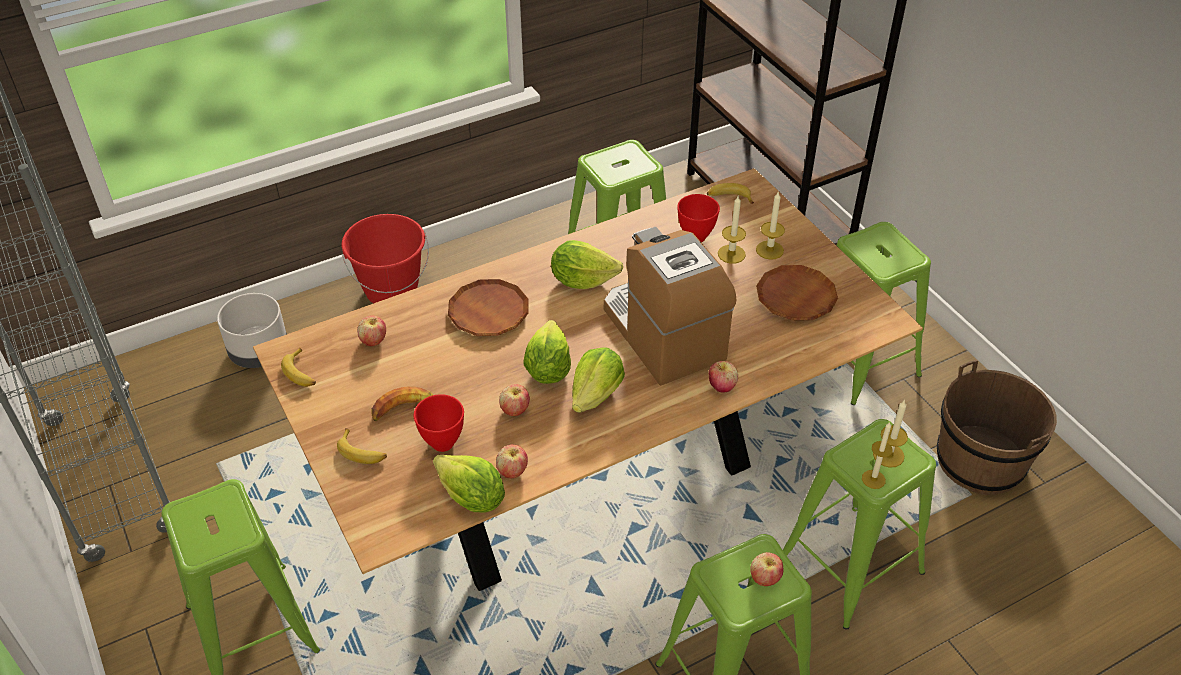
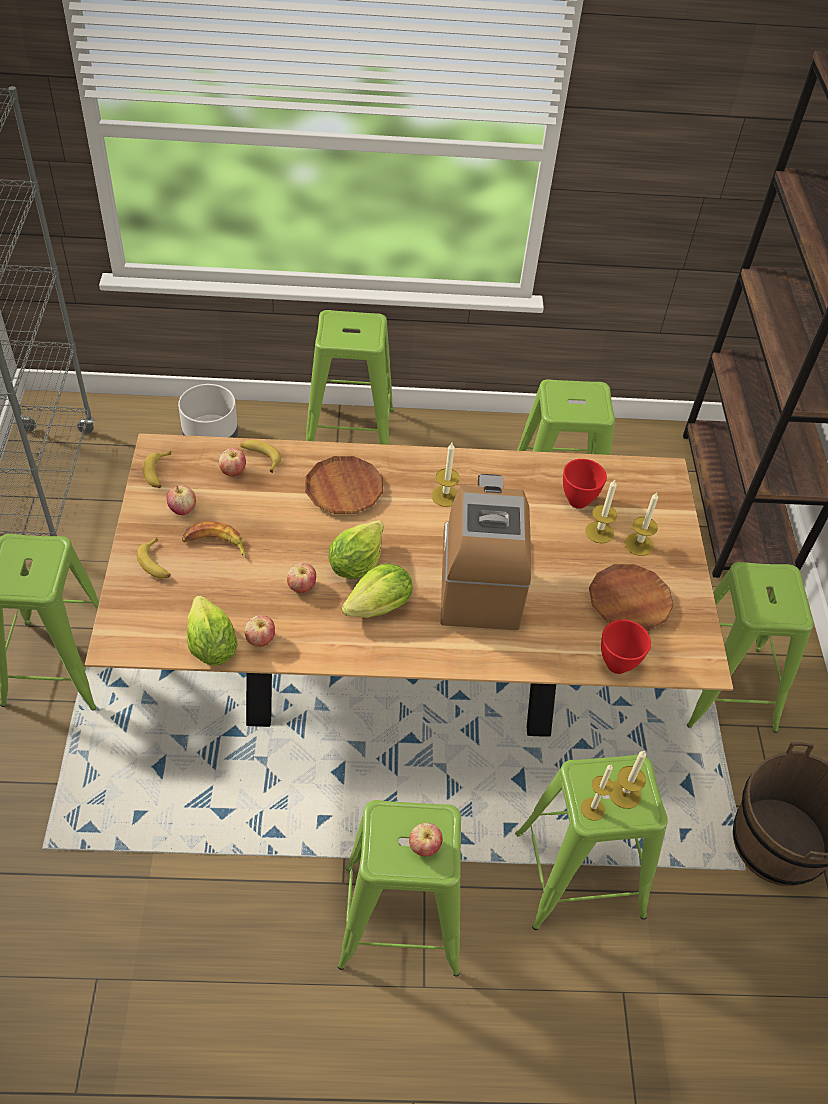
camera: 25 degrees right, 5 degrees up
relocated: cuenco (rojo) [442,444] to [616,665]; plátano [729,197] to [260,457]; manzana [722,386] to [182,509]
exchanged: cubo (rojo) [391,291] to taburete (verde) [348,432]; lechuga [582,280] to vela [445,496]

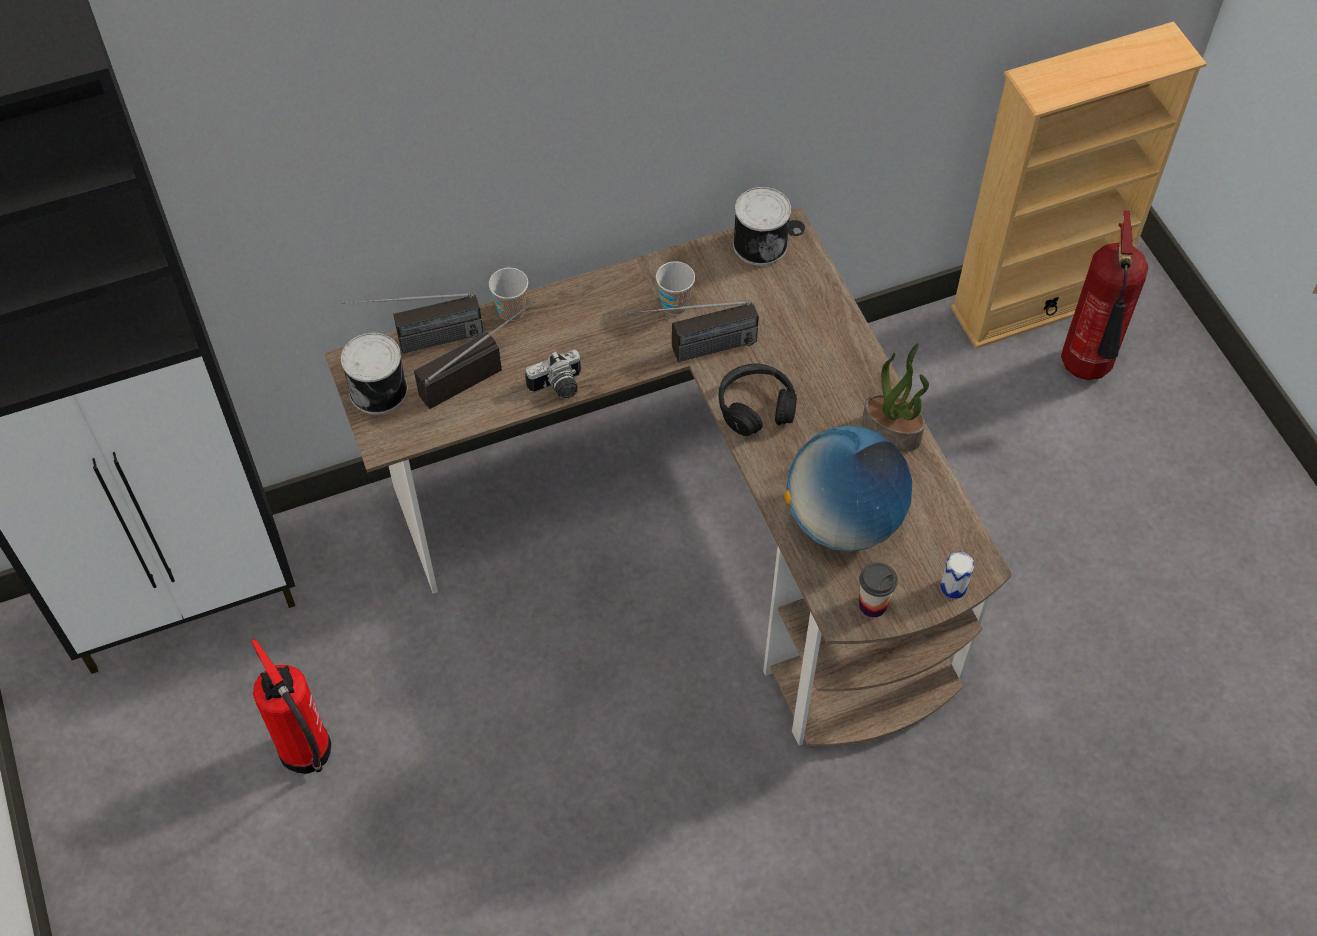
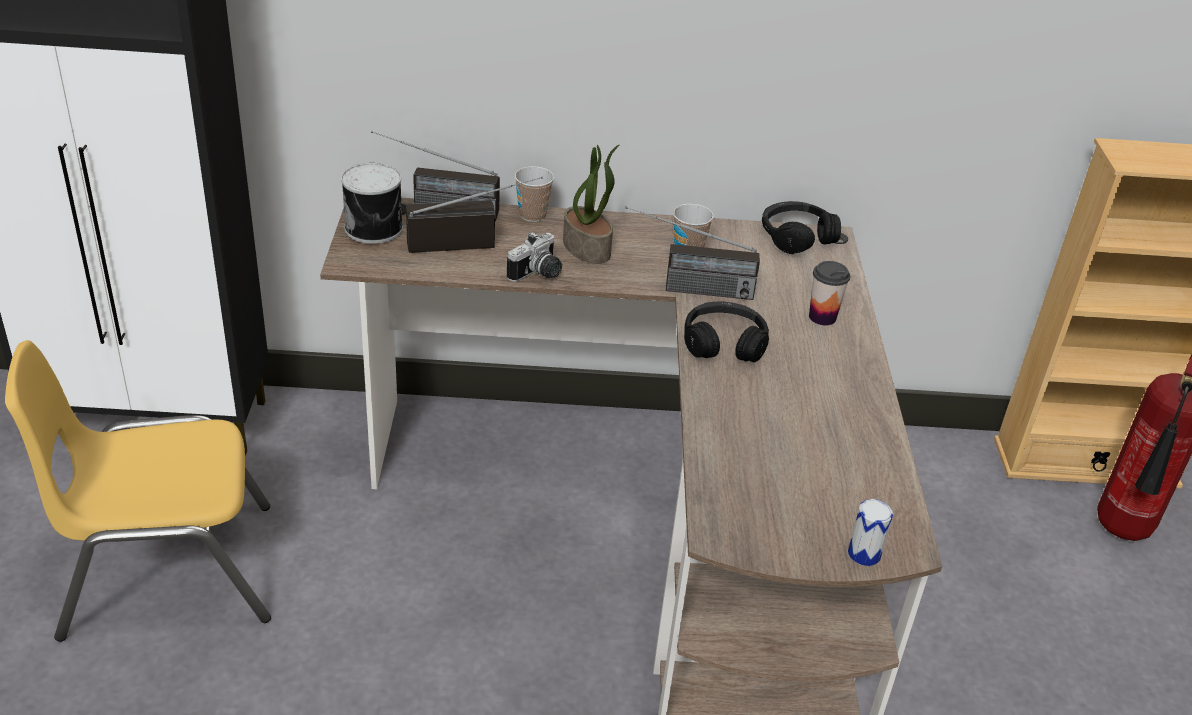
camera: 20 degrees right, 20 degrees down
missing: globo terráqueo [843,521]
relocated: taza [873,605] to [822,317]; planta en maceta [892,431] to [588,248]
exchanged: extintor [307,754] to silla (amarillo) [167,571]; lata [760,243] to auriculares (negro) [796,237]
spun: cámara [558,388] = [538,274] 45 degrees counterclockwise

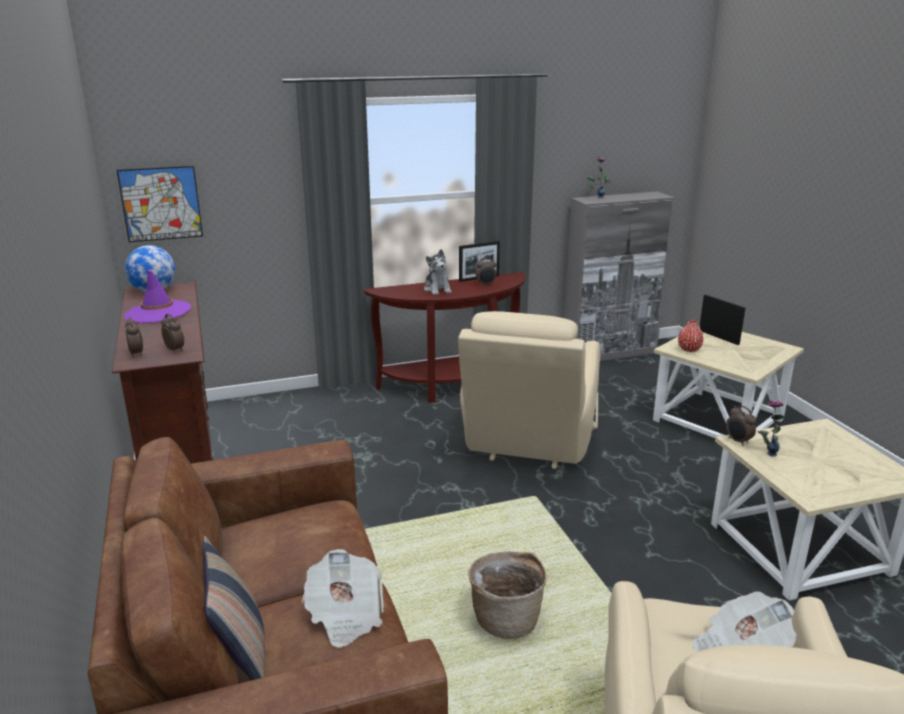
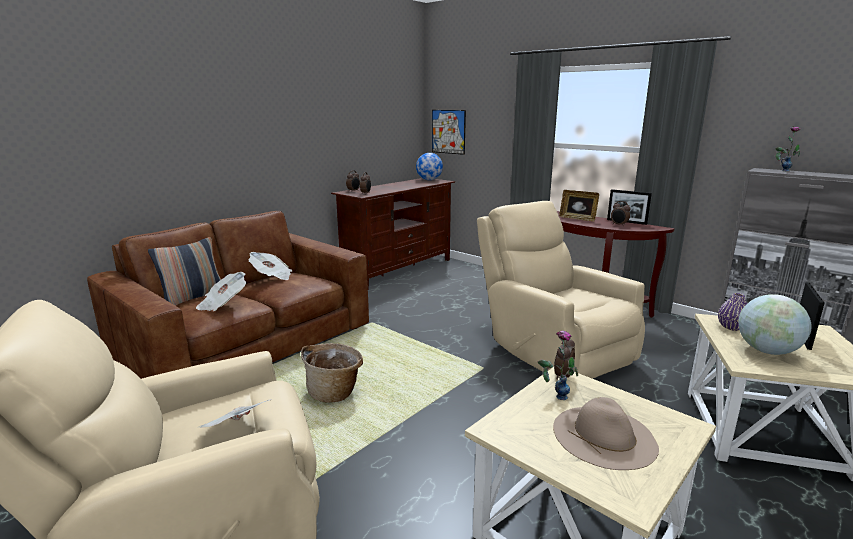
camera: 60 degrees right, 5 degrees down
missing: sombrero (morado) [158,312]
appeared: periódico [272,276]; sombrero (beis) [604,436]; globo terráqueo [767,351]
exchanged: peluche [437,289] to portarretratos [577,218]
colour: florero (rojo) [689,349] to florero (morado) [731,327]
spun: sillón (beis) [529,443] = [552,349] 75 degrees clockwise

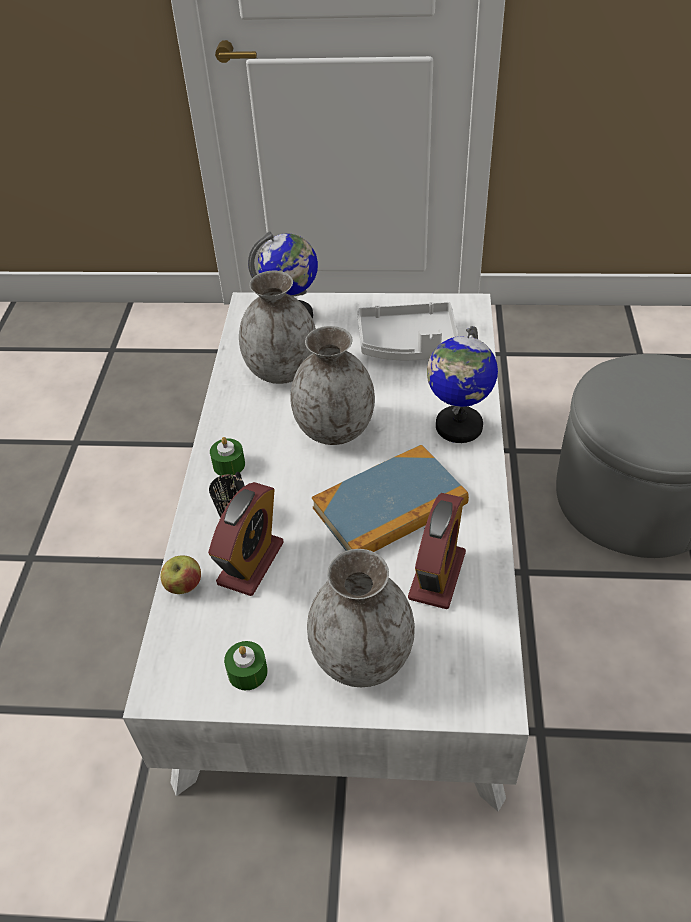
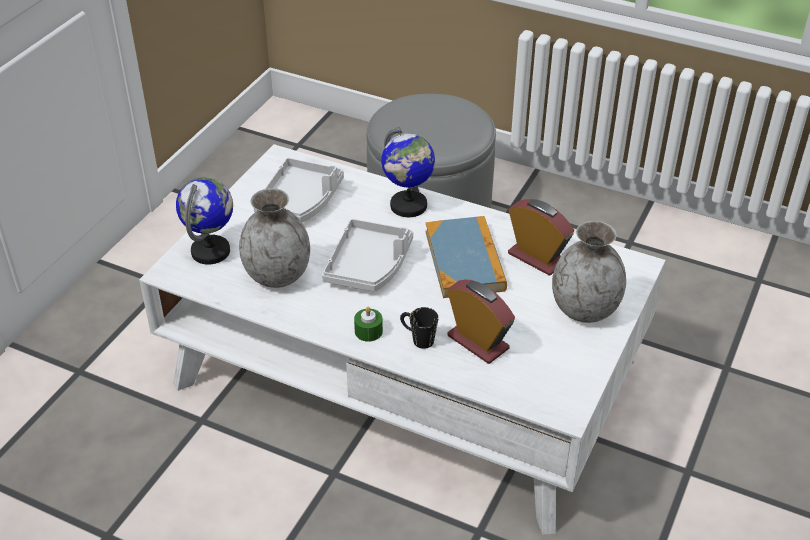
camera: 70 degrees left, 5 degrees down
missing: manzana [184,586]; vela (verde) [247,672]
exchanged: florero (gris) [334,430] to bandeja (gris) [369,266]

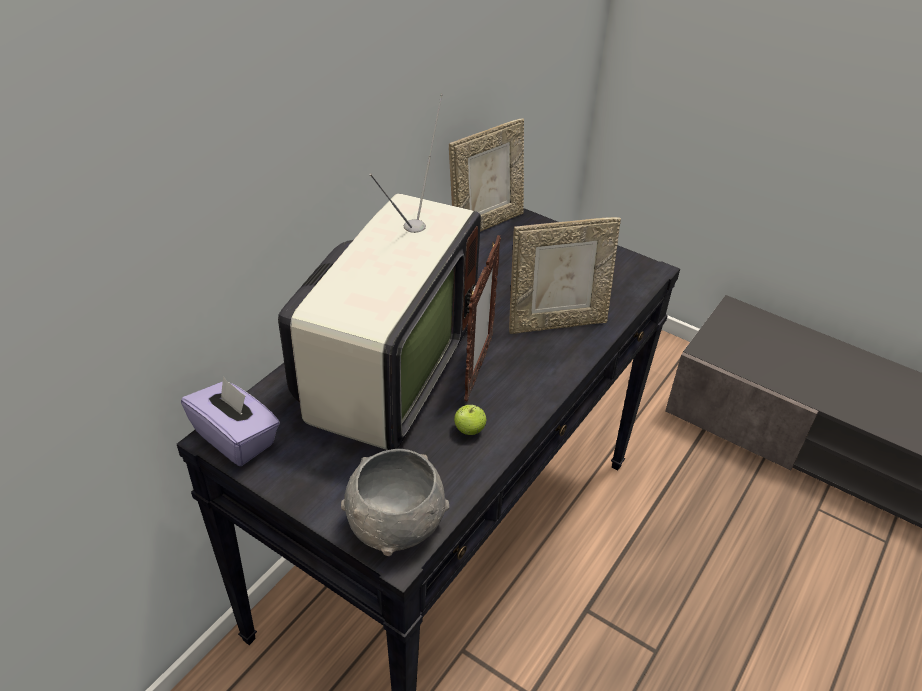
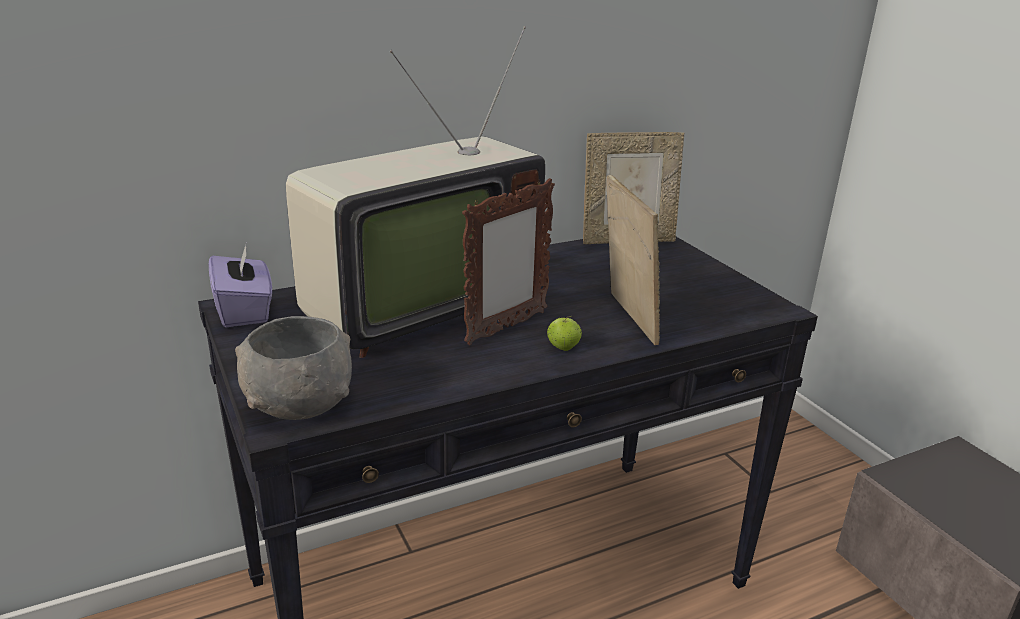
camera: 30 degrees right, 15 degrees down
relocated: manzana [469,430] to [563,348]
spun: portarretratos [556,322] = [626,318] 120 degrees counterclockwise

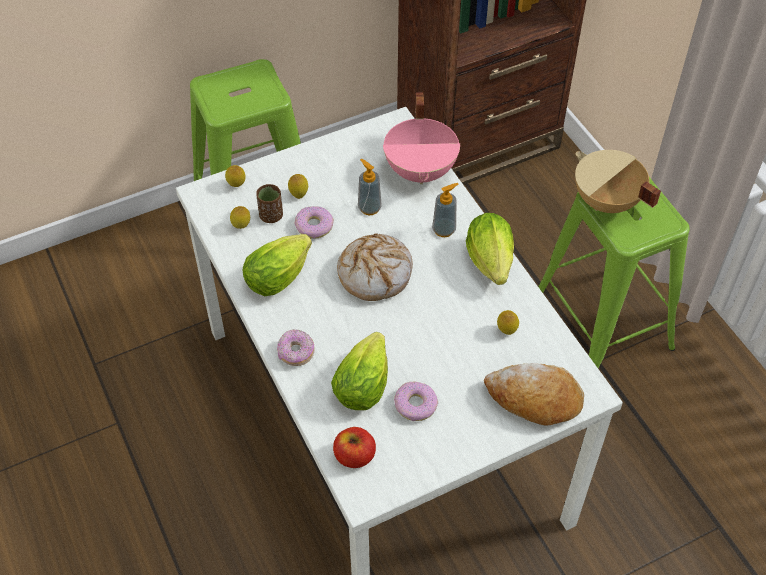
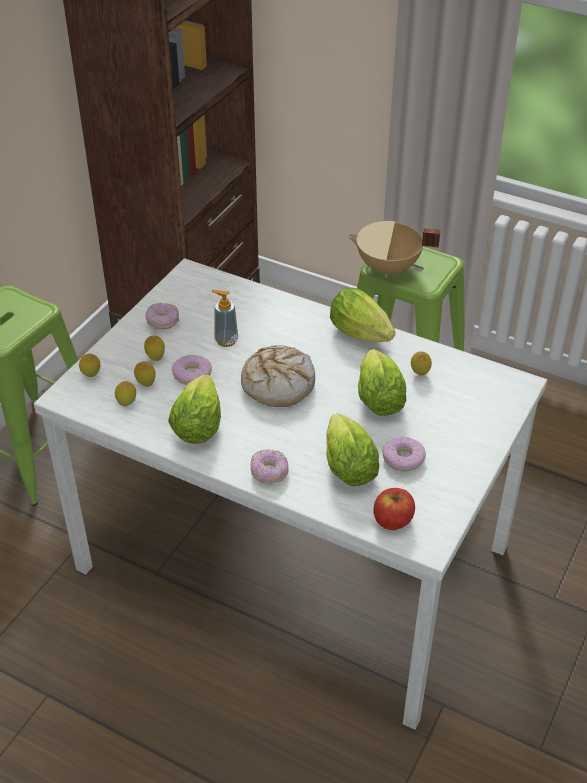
camera: 35 degrees left, 10 degrees down
missing: olla (rosa) [421,170]; dispensador de jabón [444,229]; pan [533,399]
appeared: rosquilla [163,322]; lechuga [378,396]
exchanged: taza (marrón) [271,216] to limón [146,384]

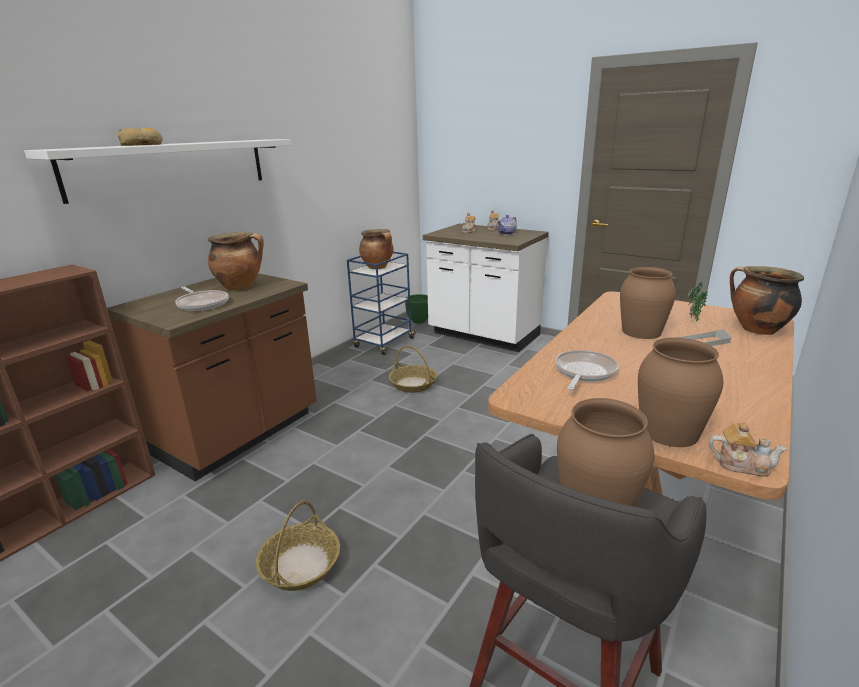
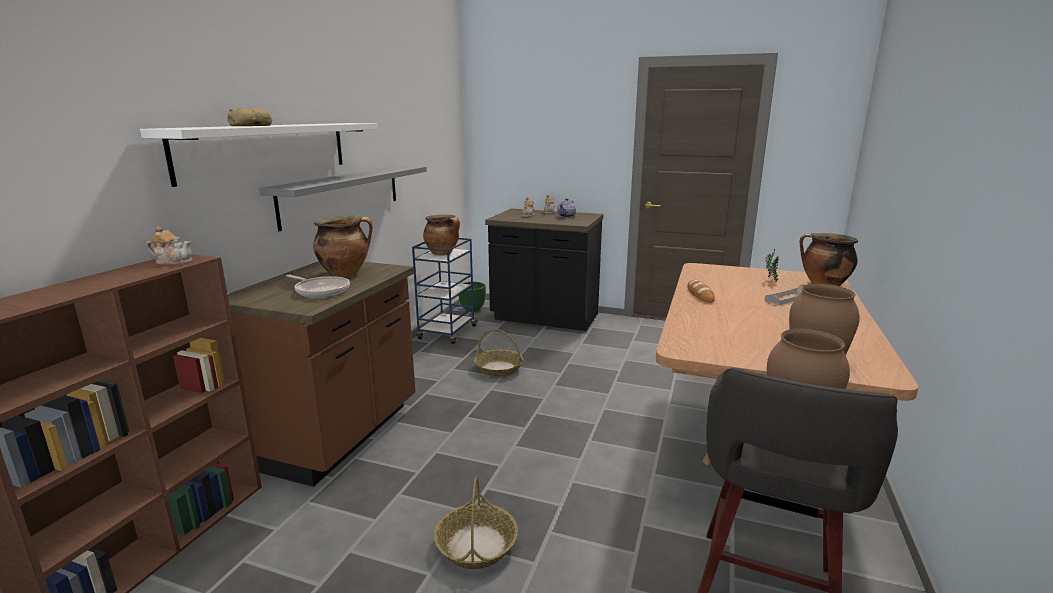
camera: 15 degrees left, 5 degrees down
missing: sartén [583,372]; florero (marrón) [641,332]
appeared: estante (gris) [343,194]; pan [700,294]
relocated: tetera [741,465] to [173,261]
colour: mueble bajo de cocina (blanco) [483,336] to mueble bajo de cocina (negro) [544,318]

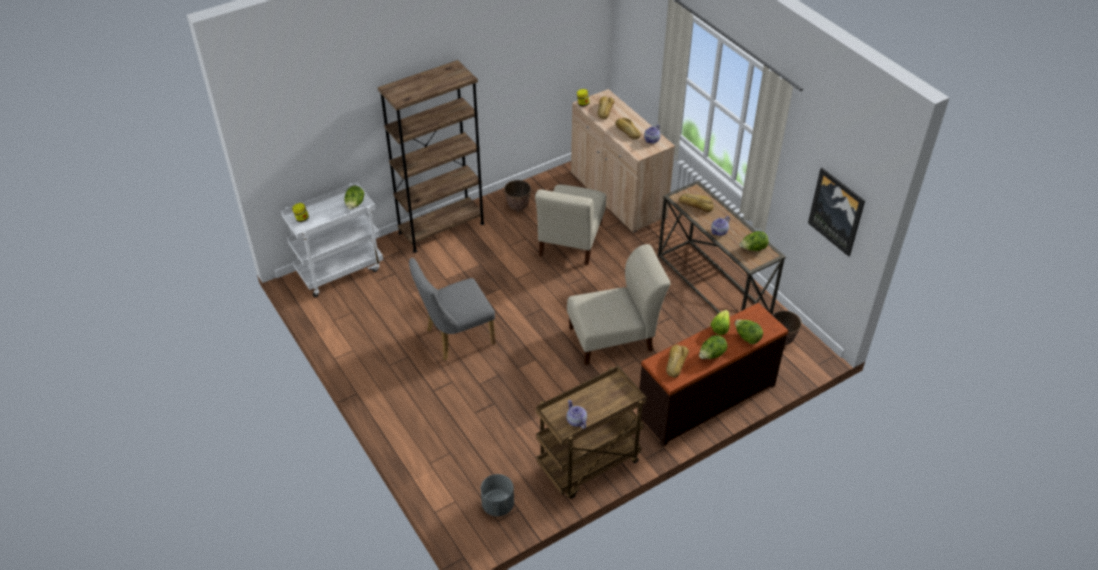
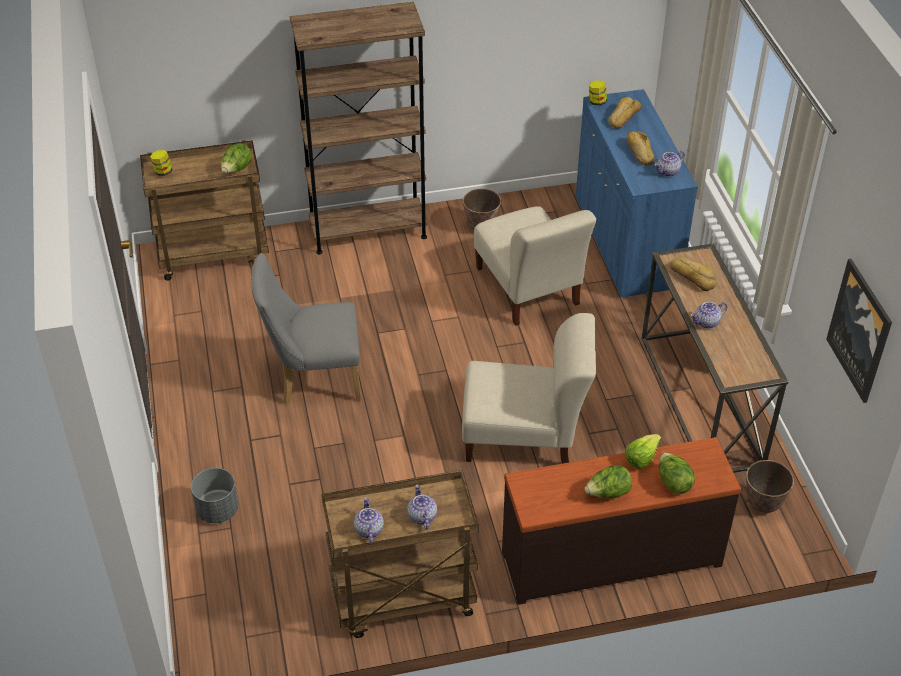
camera: 20 degrees right, 0 degrees up
missing: pan [675,363]; lechuga [753,249]
appeared: tetera [421,516]
relocated: maceta (gris) [497,505] to [217,510]
colour: carrito (blanco) [340,270] to carrito (marrón) [214,254]; armario (beis) [617,195] to armario (azul) [625,243]
spun: silla (beis) [570,242] = [528,290] 60 degrees counterclockwise

